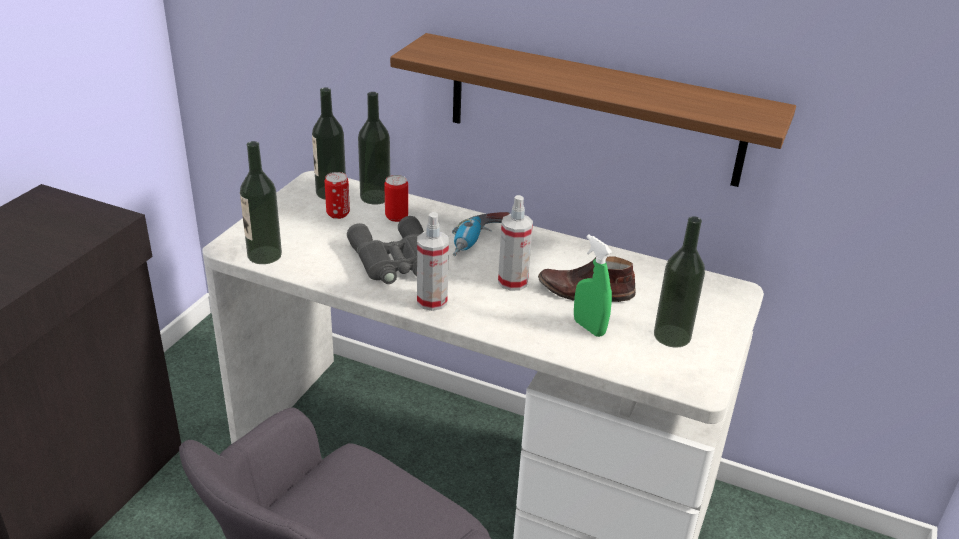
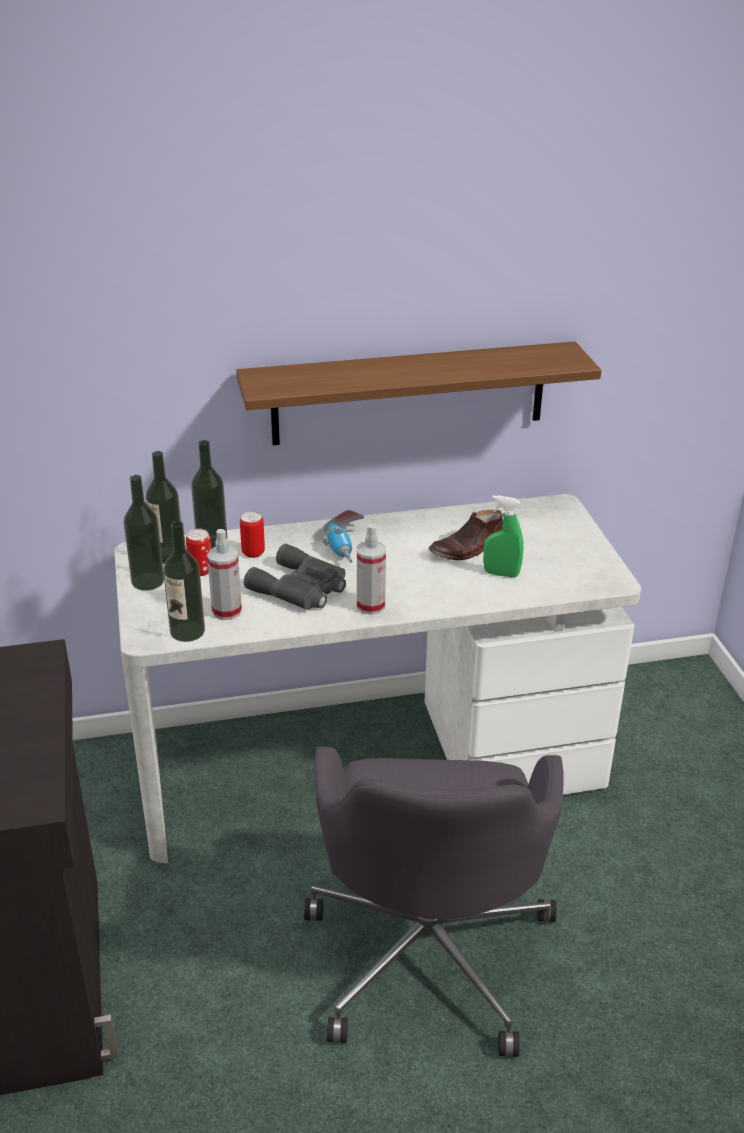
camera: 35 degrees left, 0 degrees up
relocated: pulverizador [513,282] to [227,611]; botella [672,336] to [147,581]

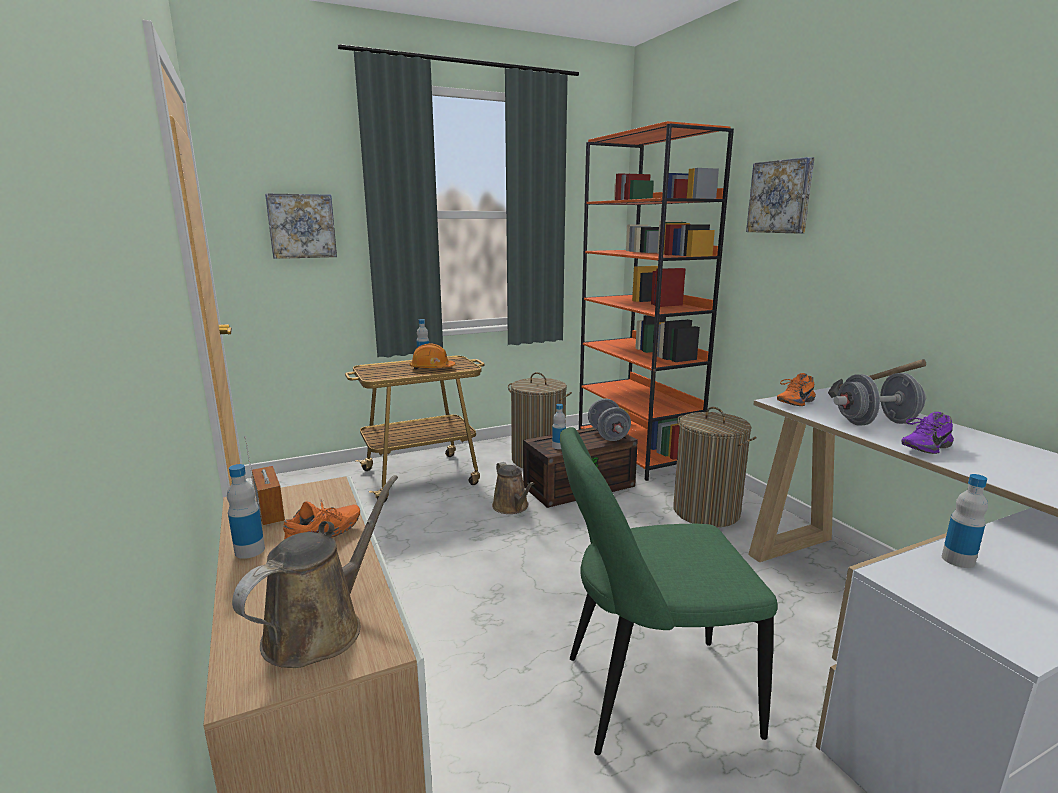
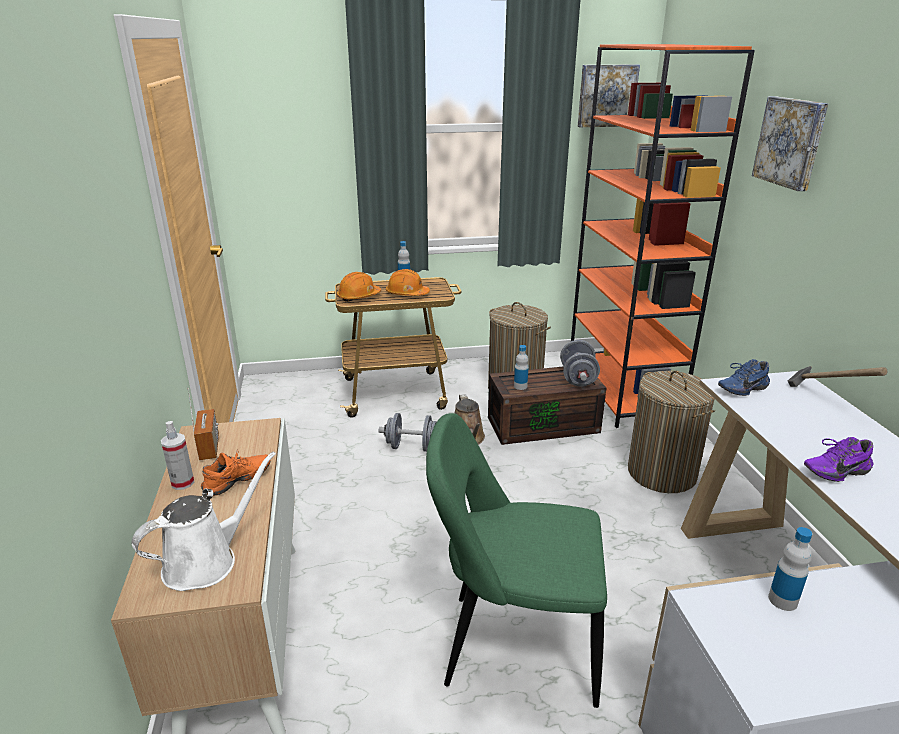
camera: 15 degrees right, 10 degrees up
appeared: casco (naranja) [358,297]
relocated: cuadro [301,226] to [606,95]; mancuerna (gris) [875,423] to [412,447]
exchanged: botella [250,550] to pulverizador [182,483]
colour: regadera (marrón) [320,627] to regadera (blanco) [206,561]; zapato (naranja) [793,402] to zapato (azul) [741,388]

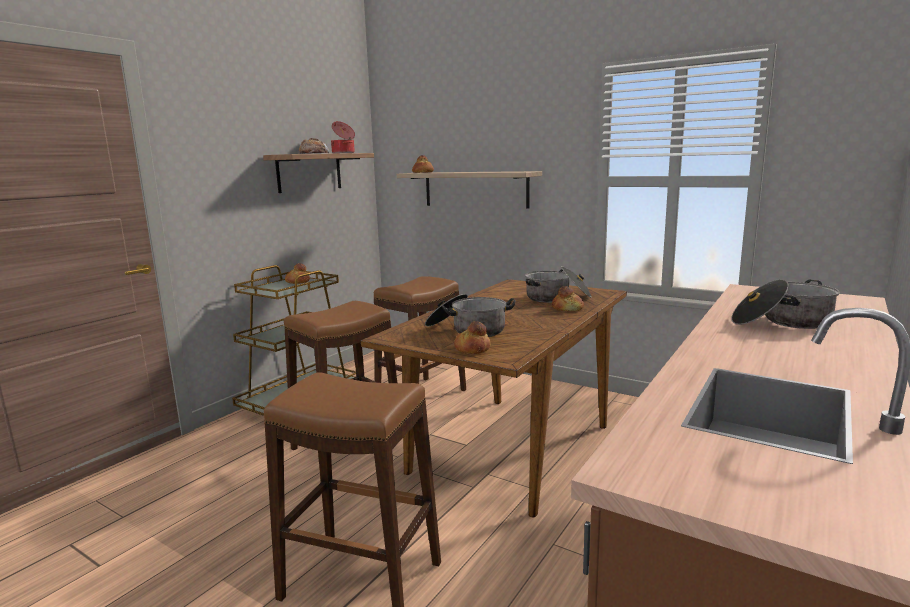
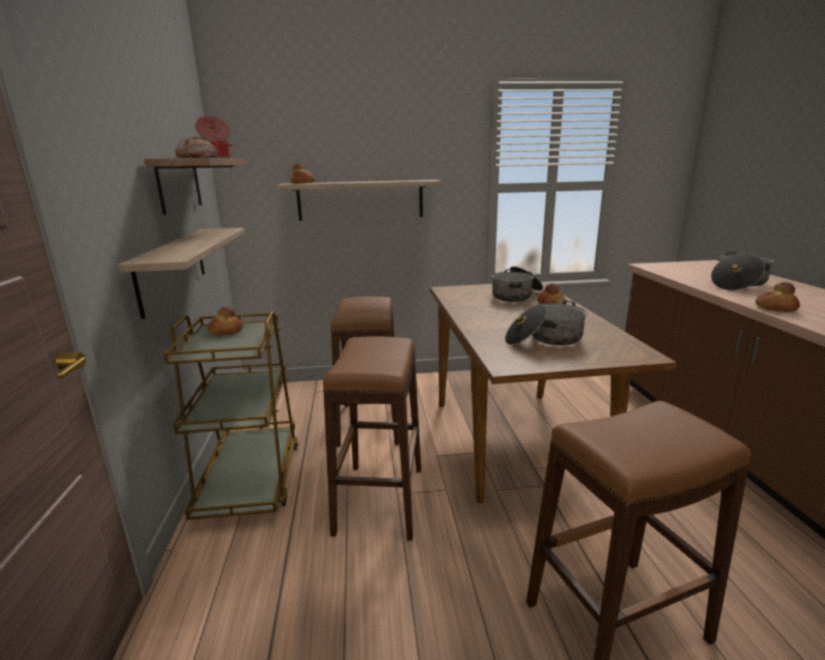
camera: 40 degrees left, 5 degrees up
appeared: estante [172,268]
relocated: pan [472,349] to [775,308]

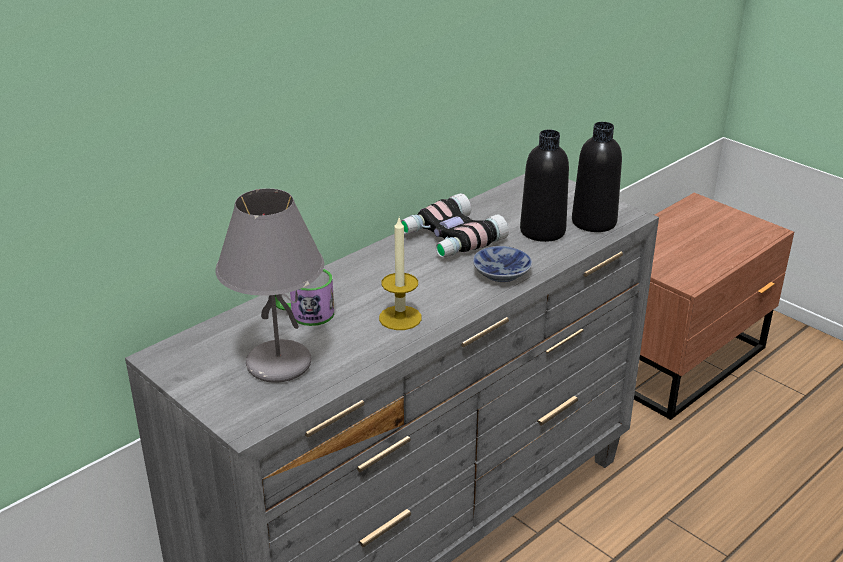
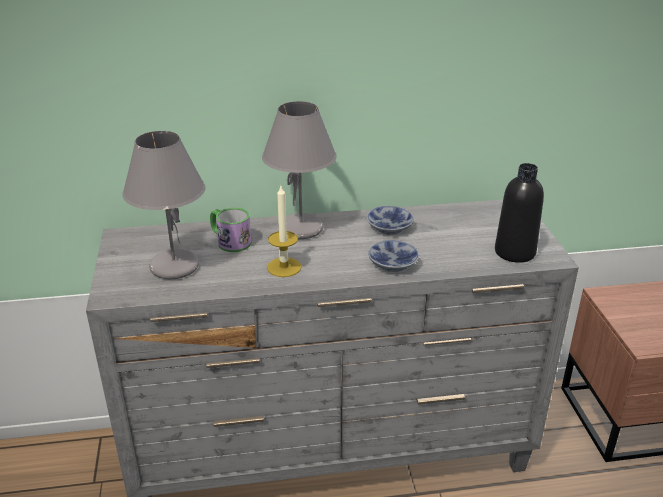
camera: 35 degrees right, 0 degrees up
missing: botella (negro) [542,231]
appeared: lámpara de mesa (gris) [301,229]
exchanged: prismáticos [450,238] to cuenco [388,226]

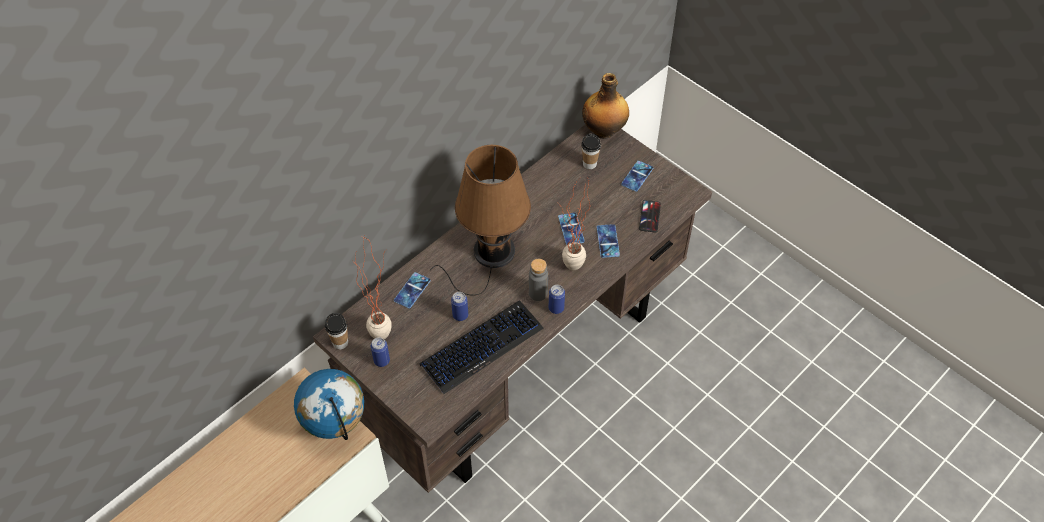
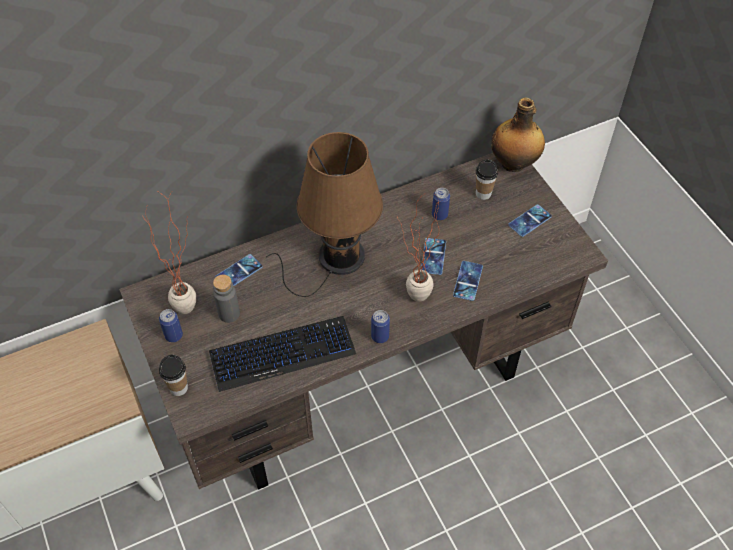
camera: 20 degrees right, 0 degrees up
missing: globo terráqueo [336,427]; móvil [649,216]
relocated: taza [340,342] to [178,388]; lata [460,315] to [439,215]; botella (gris) [538,293] to [229,314]

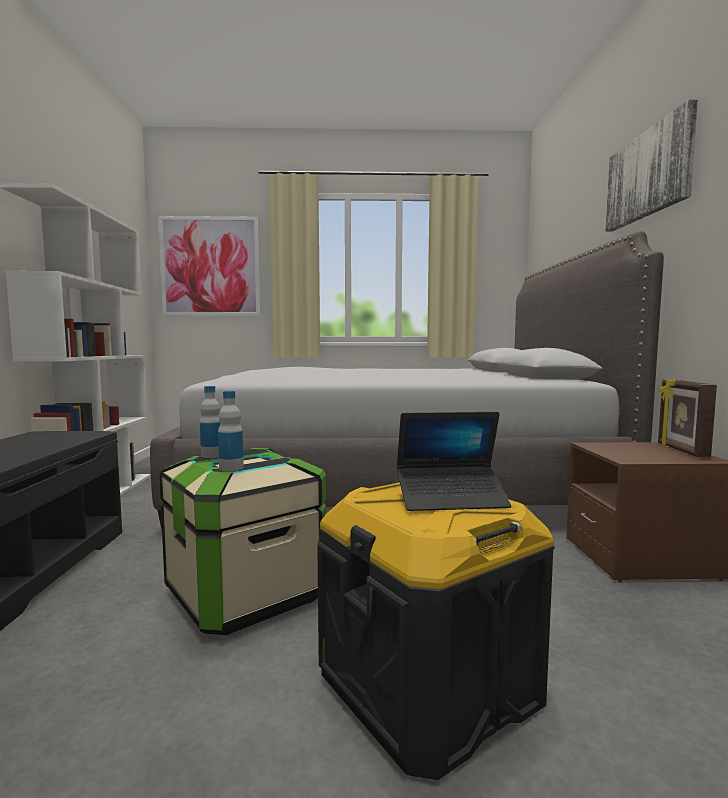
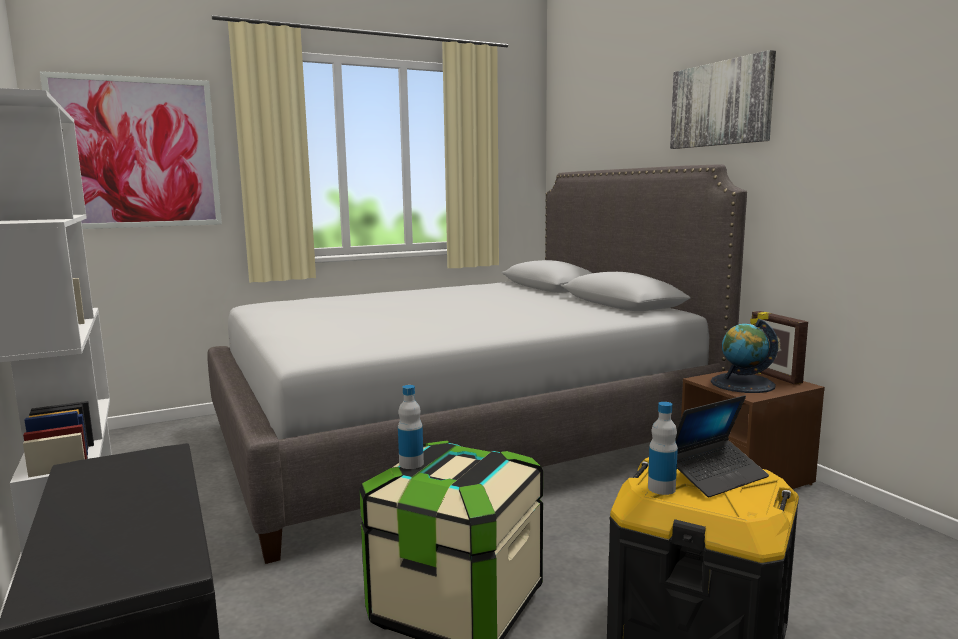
camera: 25 degrees left, 5 degrees up
appeared: globo terráqueo [742,384]
relocated: botella [231,468] to [661,488]

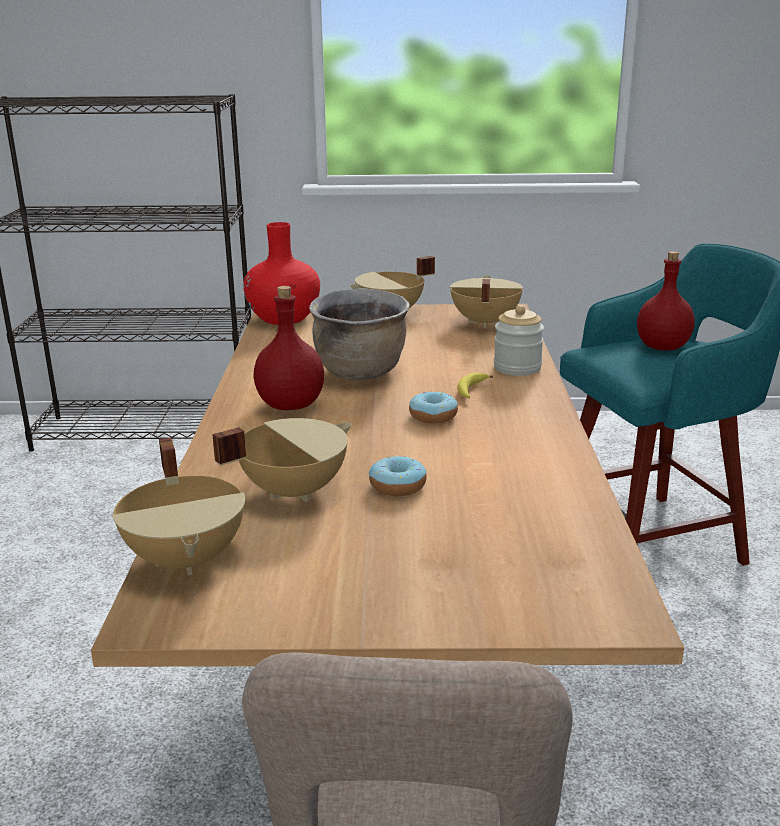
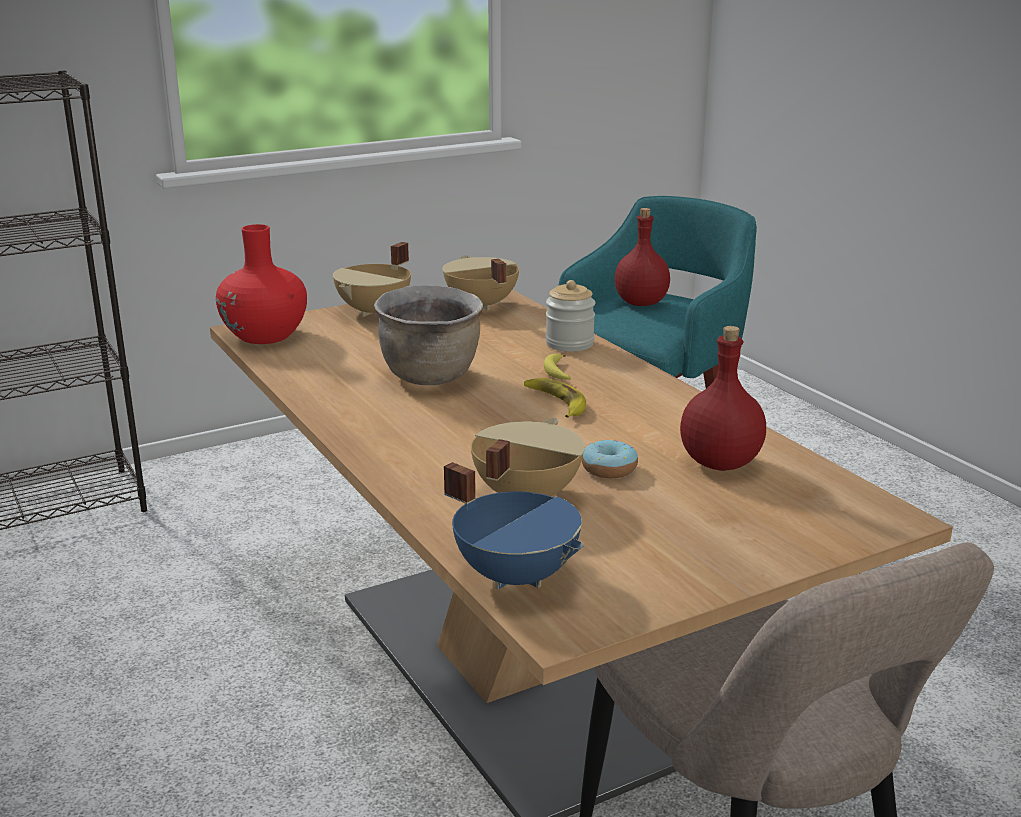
camera: 30 degrees left, 0 degrees up
relocated: botella (rojo) [290,406] to [721,464]
exchanged: rosquilla [433,416] to plátano [555,403]
colour: olla (beis) [188,558] to olla (azul) [517,575]

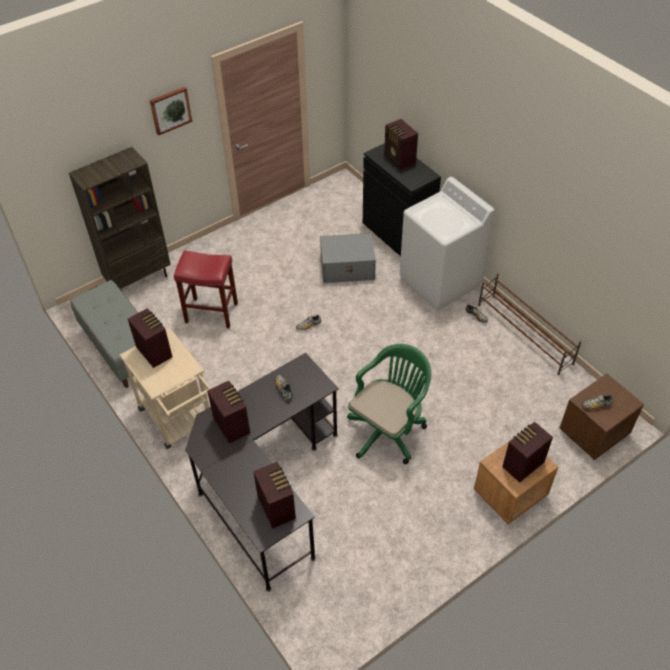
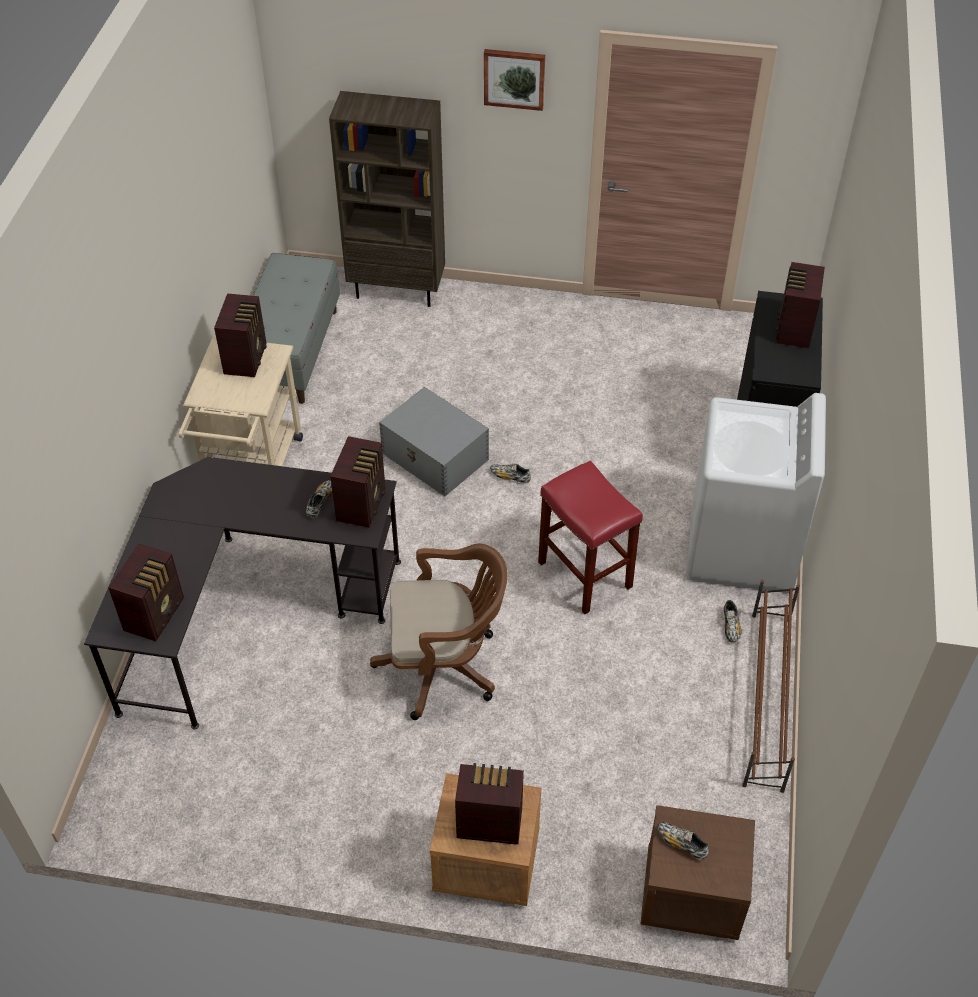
camera: 45 degrees right, 0 degrees up
relocated: taburete (rojo) [212,312] to [586,575]; radio [232,424] to [362,504]; caja de almacenaje (gris) [348,268] to [435,457]
colour: silla de oficina (verde) [388,430] to silla de oficina (marrón) [445,666]

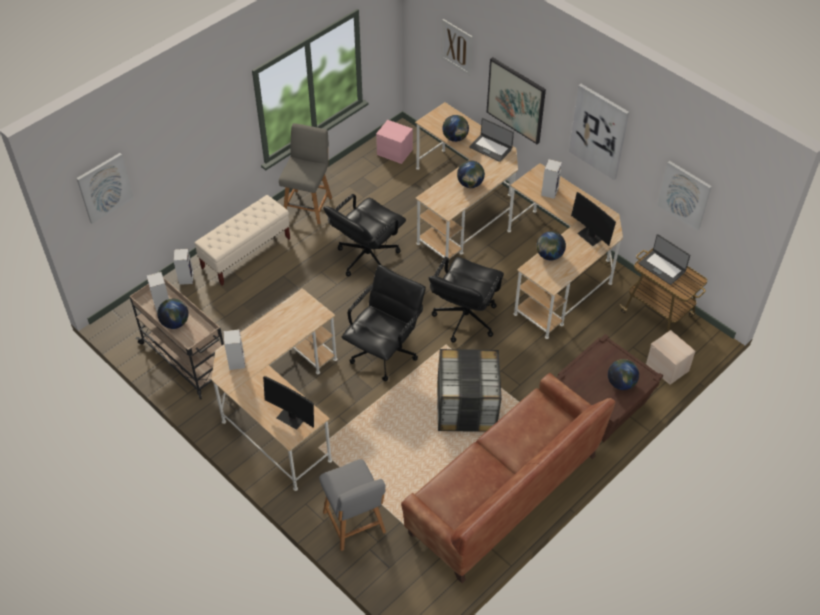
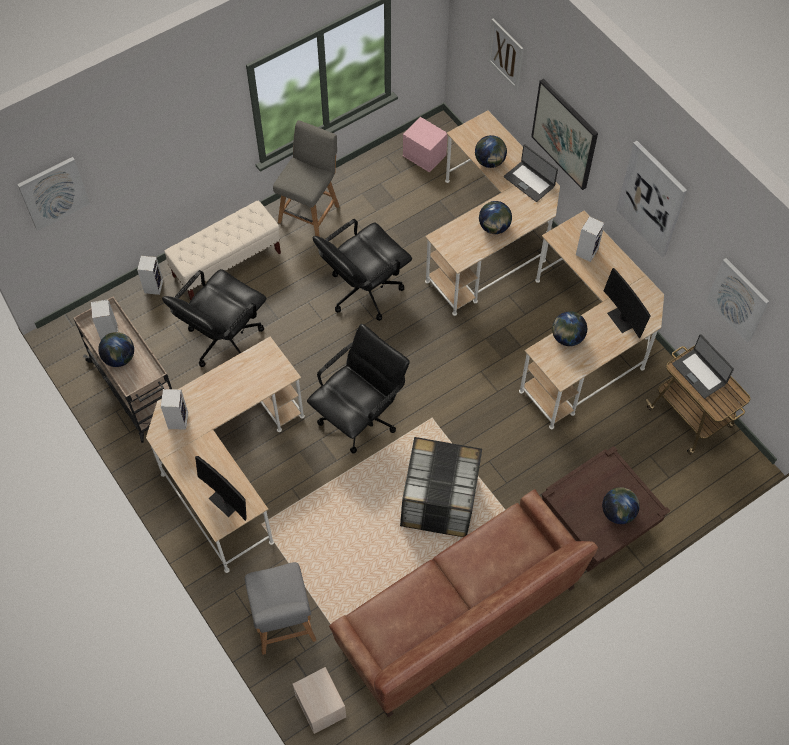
camera: 10 degrees right, 10 degrees up
relocated: silla de oficina (negro) [464,319] to [224,339]; caja de almacenaje (beis) [668,367] to [321,706]

